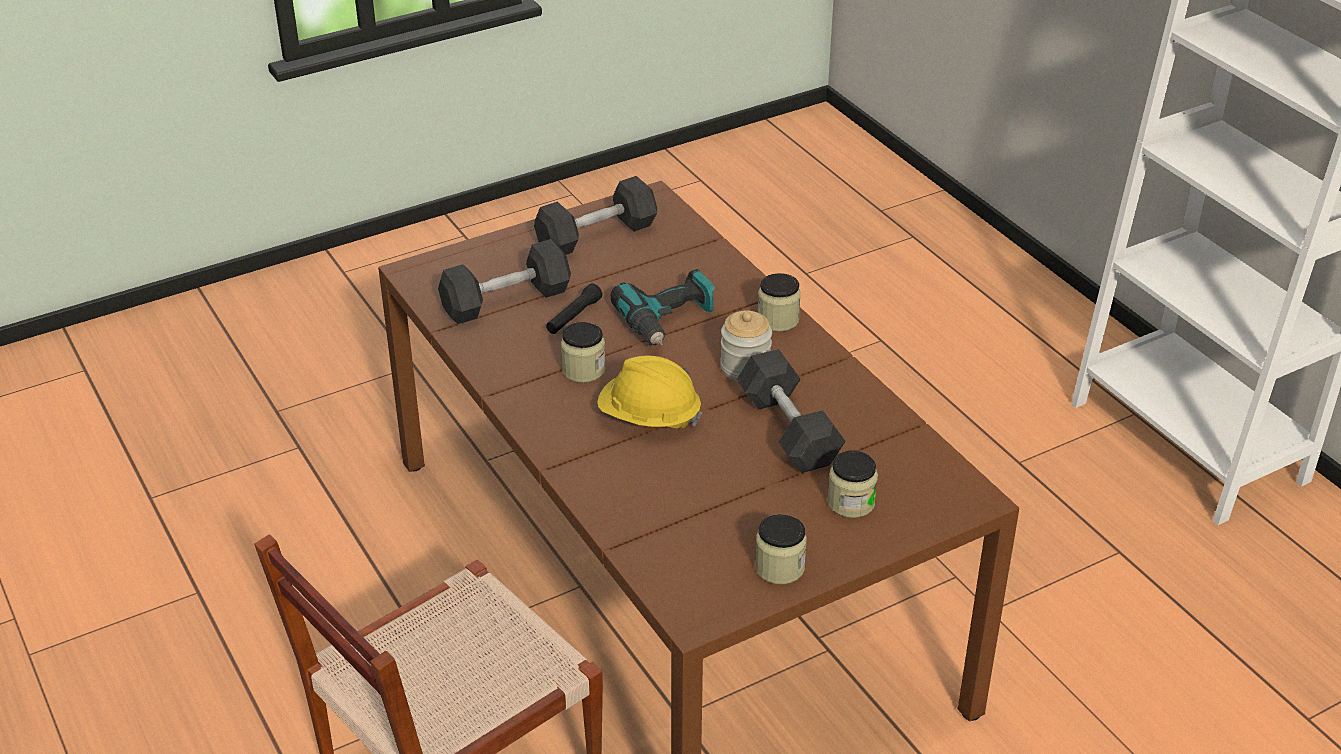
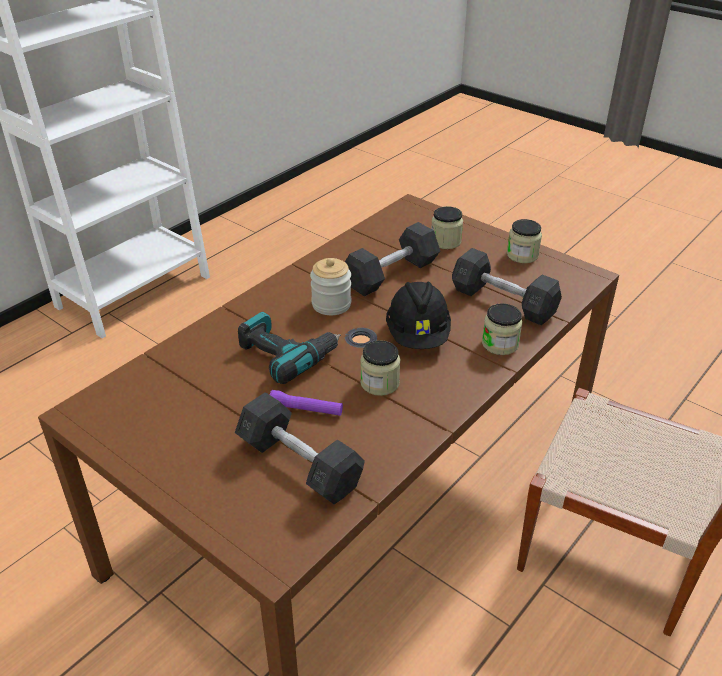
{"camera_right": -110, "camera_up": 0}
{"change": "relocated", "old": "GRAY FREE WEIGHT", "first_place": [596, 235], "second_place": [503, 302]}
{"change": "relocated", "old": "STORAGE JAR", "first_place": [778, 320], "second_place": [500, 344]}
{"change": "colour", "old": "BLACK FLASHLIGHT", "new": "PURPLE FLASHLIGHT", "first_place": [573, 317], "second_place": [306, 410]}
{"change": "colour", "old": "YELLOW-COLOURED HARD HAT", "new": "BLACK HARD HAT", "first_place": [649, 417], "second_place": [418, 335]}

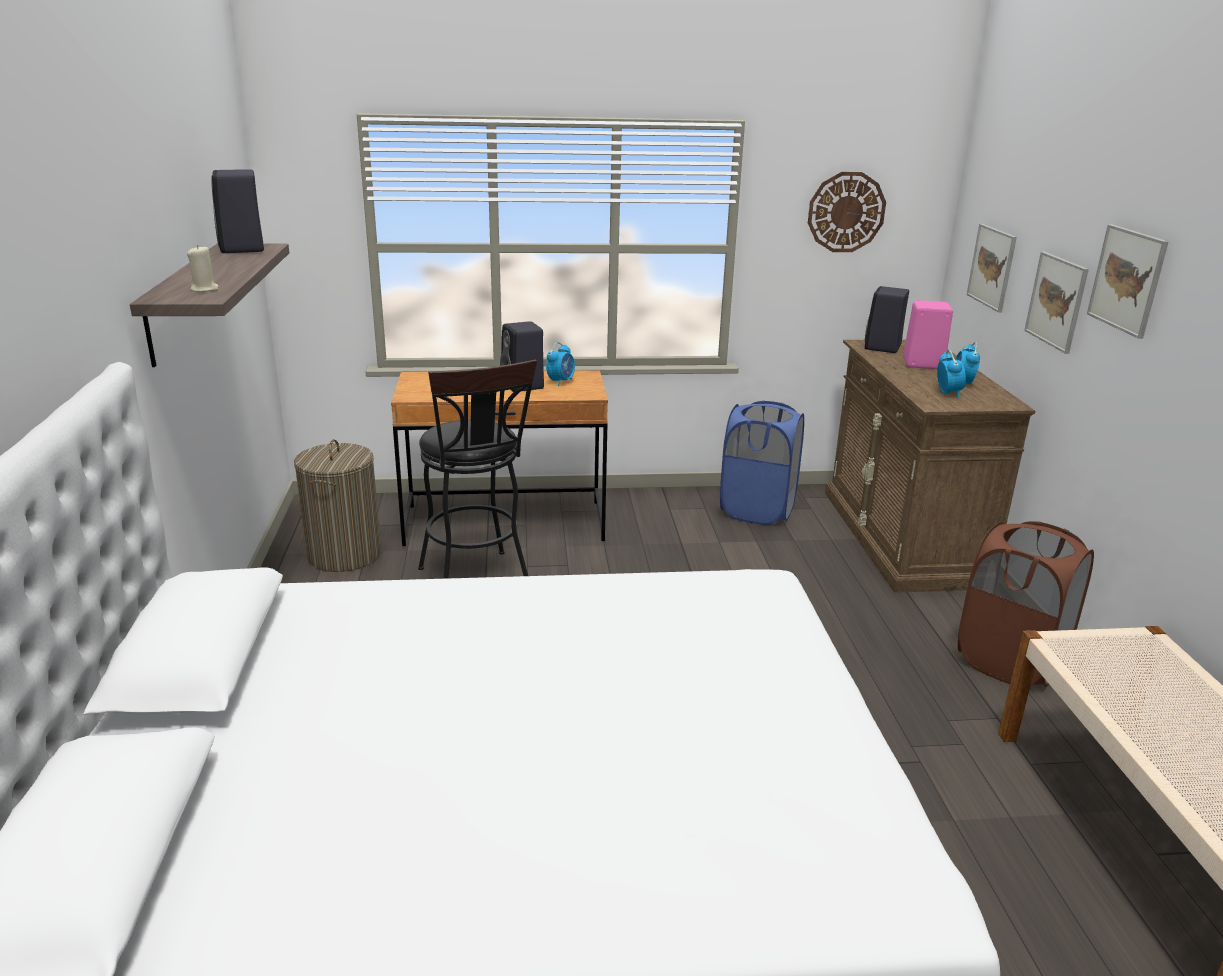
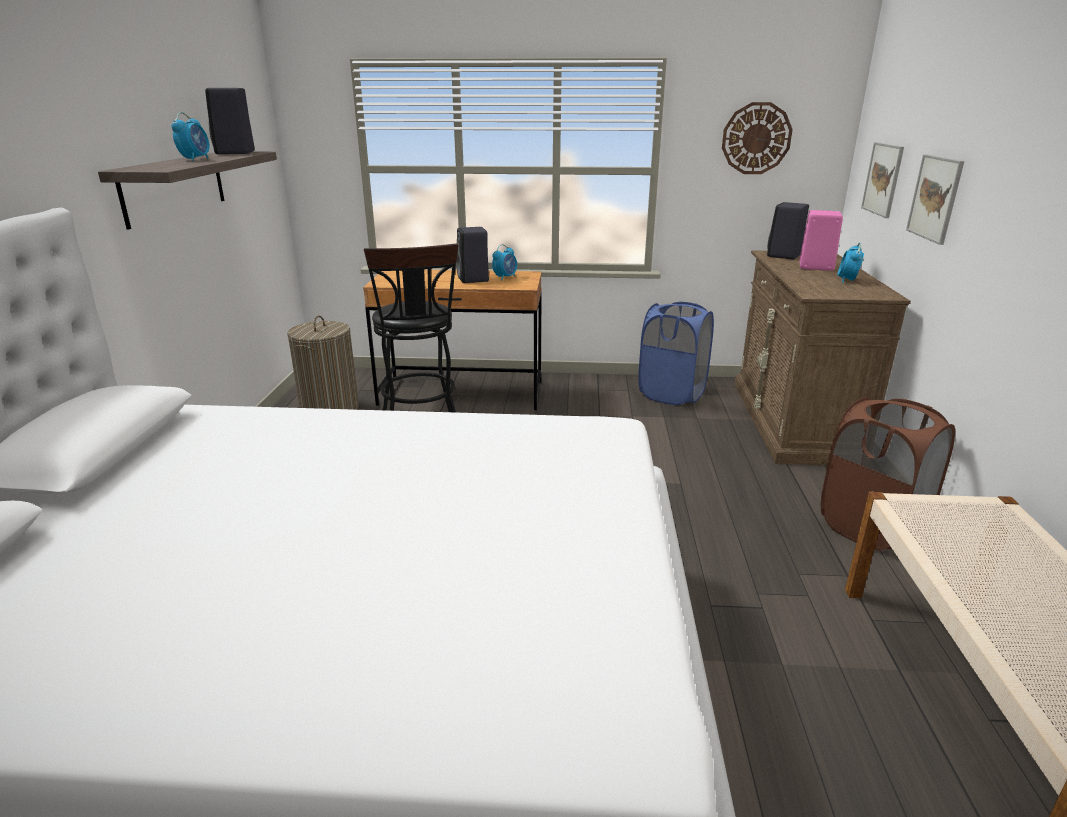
{"camera_right": 10, "camera_up": 0}
{"change": "missing", "old": "BEIGE-COLOURED WAX LIGHT", "first_place": [205, 289]}
{"change": "missing", "old": "WALL ART", "first_place": [1127, 280]}
{"change": "relocated", "old": "BEDSIDE CLOCK", "first_place": [948, 393], "second_place": [195, 159]}

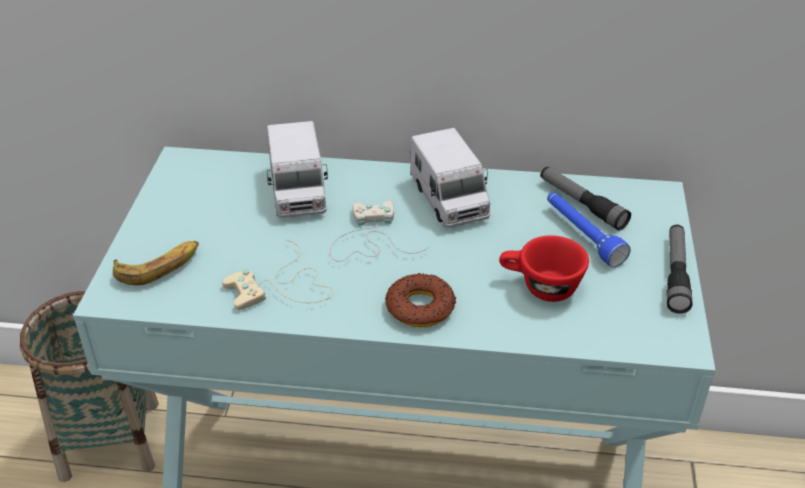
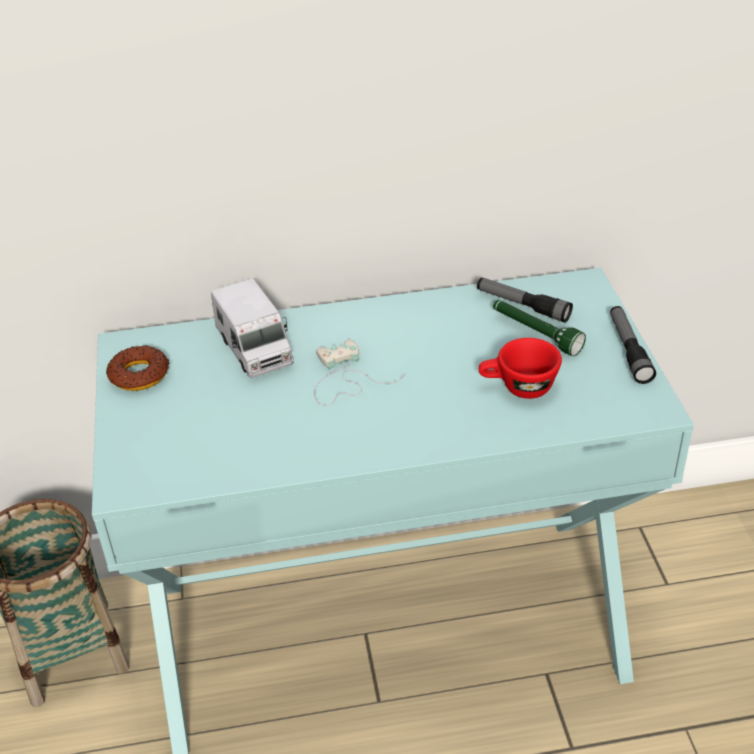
{"camera_right": -15, "camera_up": 0}
{"change": "missing", "old": "BANANA FRUIT", "first_place": [159, 266]}
{"change": "missing", "old": "BEIGE-COLOURED GAMEPAD", "first_place": [282, 286]}
{"change": "missing", "old": "MODEL TRUCK", "first_place": [449, 199]}
{"change": "relocated", "old": "DONUT", "first_place": [420, 307], "second_place": [139, 374]}
{"change": "colour", "old": "BLUE-COLOURED FLASHLIGHT", "new": "GREEN FLASHLIGHT", "first_place": [582, 235], "second_place": [535, 334]}

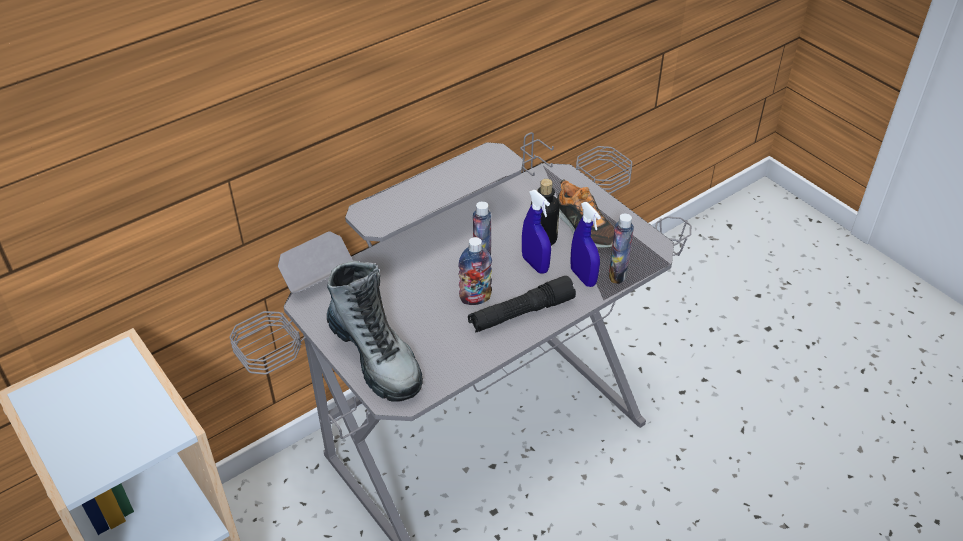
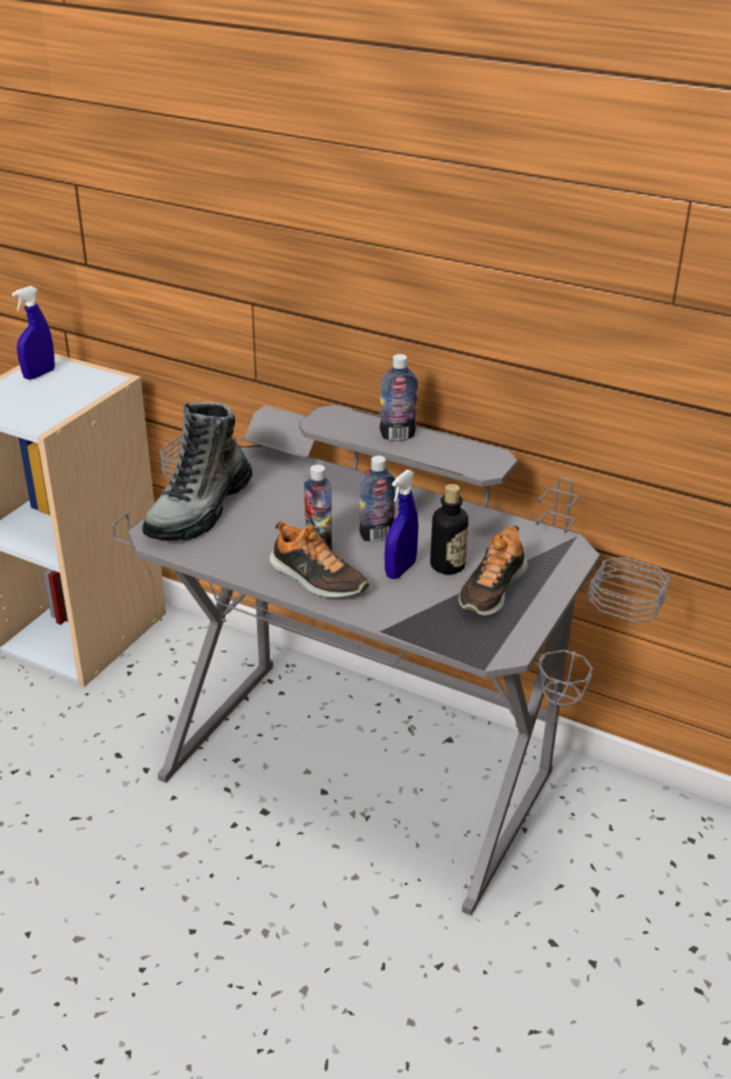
{"camera_right": 65, "camera_up": -10}
{"change": "relocated", "old": "BLUE-COLOURED SPRAY BOTTLE", "first_place": [583, 277], "second_place": [39, 374]}
{"change": "relocated", "old": "BEVERAGE BOTTLE", "first_place": [617, 274], "second_place": [397, 436]}
{"change": "exchanged", "old": "BLACK FLASHLIGHT", "new": "SHOE", "first_place": [521, 313], "second_place": [316, 579]}

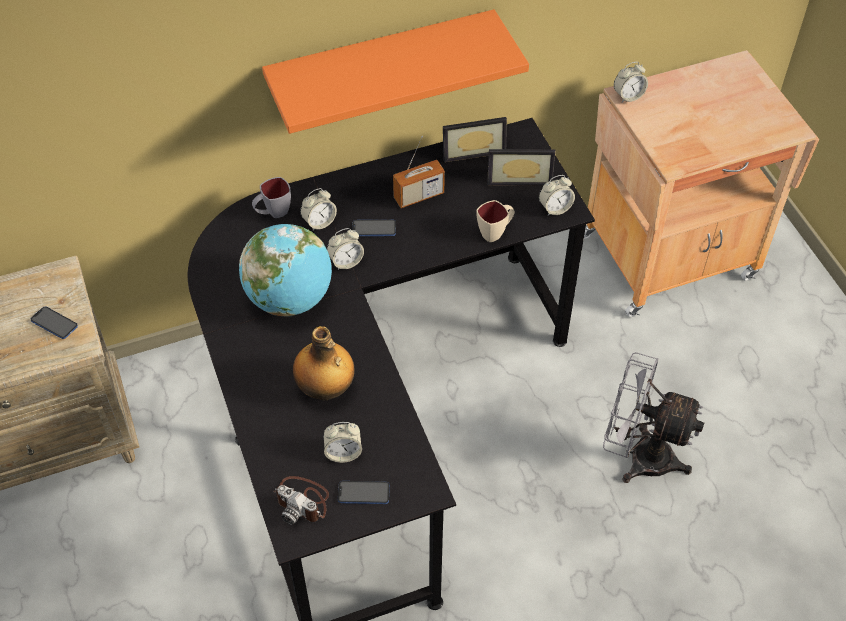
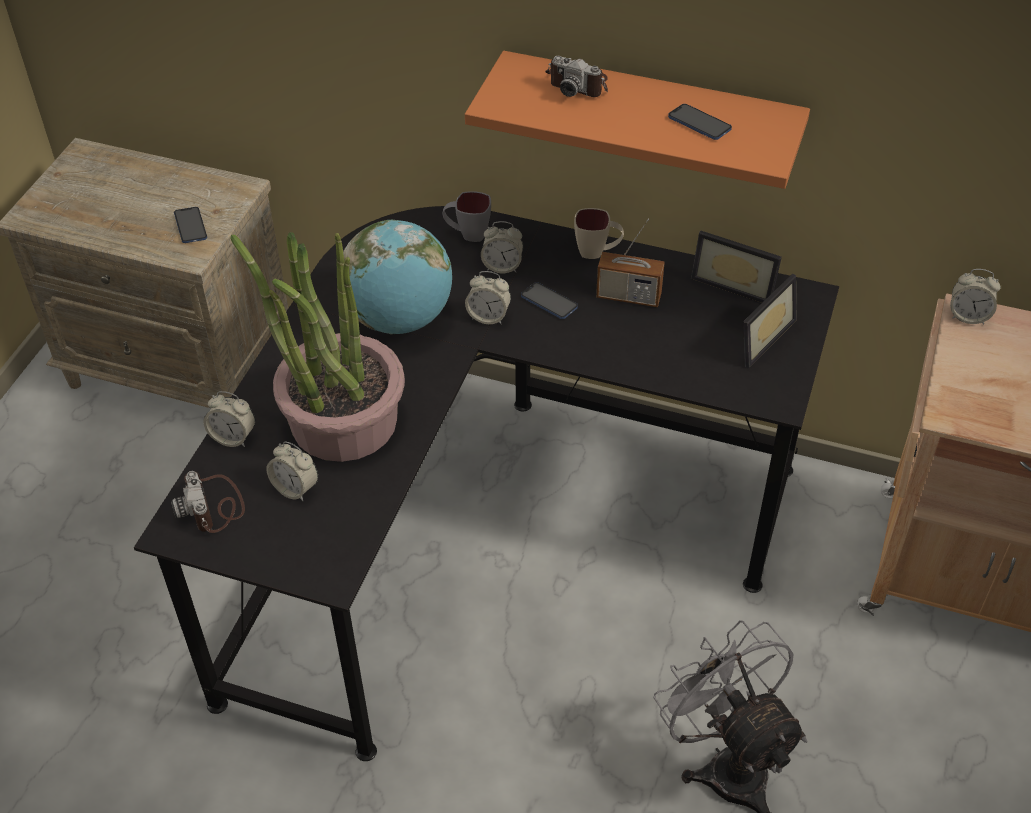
{"camera_right": 40, "camera_up": -5}
{"change": "appeared", "new": "STILL CAMERA", "second_place": [578, 84]}
{"change": "relocated", "old": "HANDSET", "first_place": [363, 493], "second_place": [699, 123]}
{"change": "relocated", "old": "BEIGE-COLOURED MUG", "first_place": [495, 232], "second_place": [597, 252]}
{"change": "relocated", "old": "BEDSIDE CLOCK", "first_place": [555, 208], "second_place": [233, 437]}
{"change": "exchanged", "old": "BEVERAGE BOTTLE", "new": "PLANT IN A POT", "first_place": [325, 389], "second_place": [342, 420]}
{"change": "spun", "old": "STANDING FRAME", "first_place": [519, 177], "second_place": [758, 337], "degrees": -90}

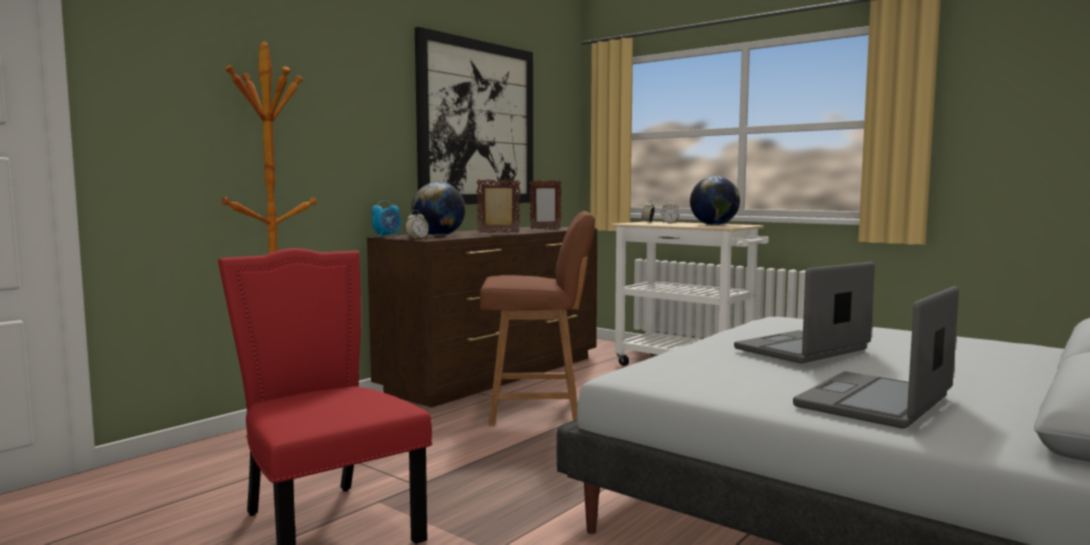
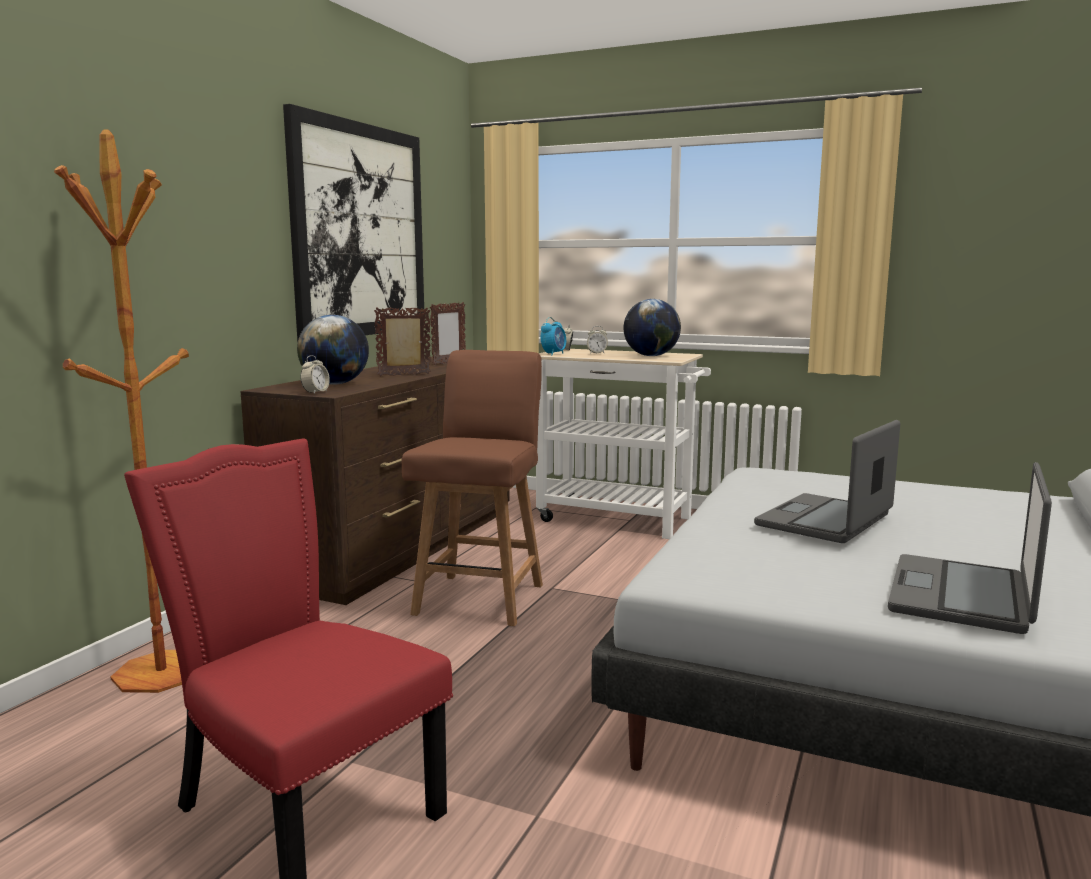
{"camera_right": -15, "camera_up": 5}
{"change": "relocated", "old": "BEDSIDE CLOCK", "first_place": [387, 236], "second_place": [553, 354]}
{"change": "spun", "old": "BROWNISH PLAIN CHAIR", "first_place": [537, 411], "second_place": [481, 598], "degrees": -60}

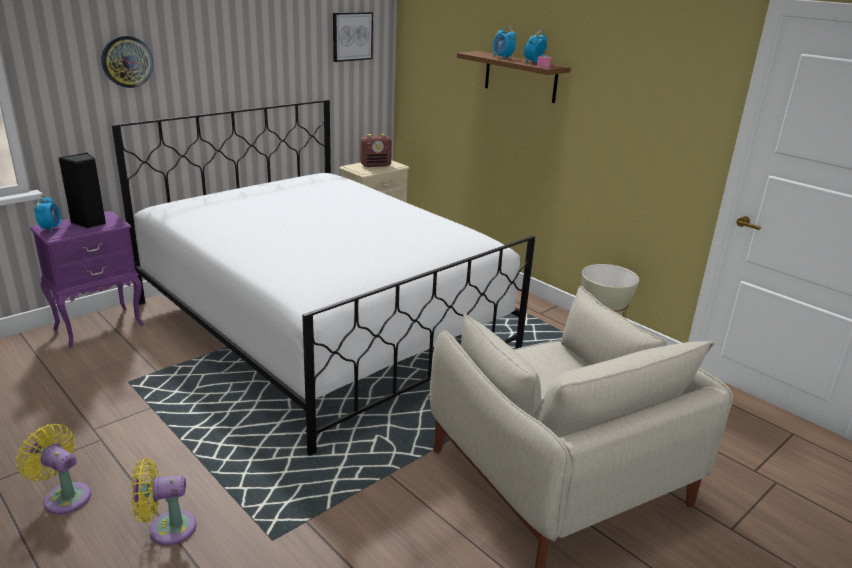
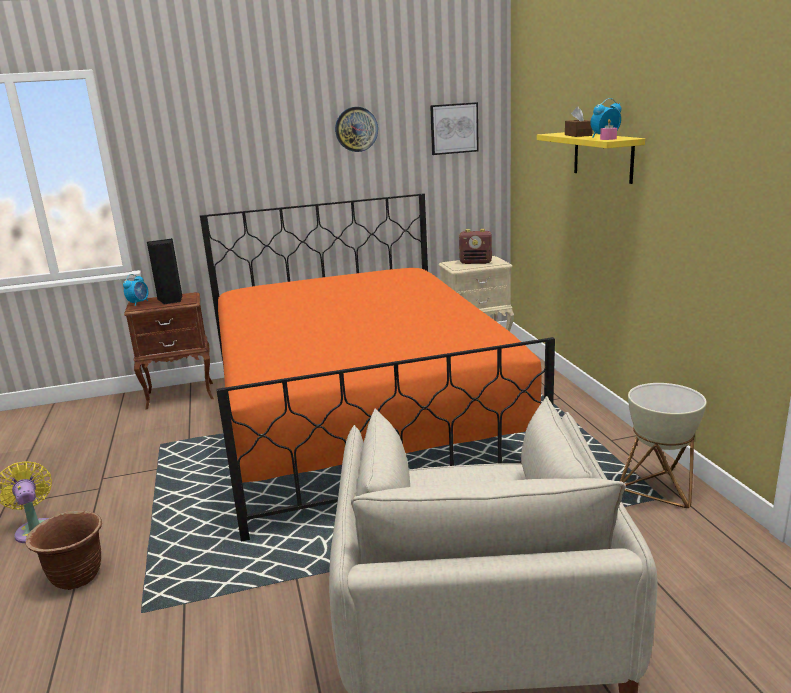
{"camera_right": 30, "camera_up": -5}
{"change": "relocated", "old": "CLOCK ON THE WALL", "first_place": [127, 61], "second_place": [356, 129]}
{"change": "exchanged", "old": "YELLOW-COLOURED COOLING FAN", "new": "BROWNISH PLANT POT", "first_place": [167, 528], "second_place": [76, 576]}
{"change": "exchanged", "old": "BEDSIDE CLOCK", "new": "BROWNISH TISSUE BOX", "first_place": [502, 58], "second_place": [578, 135]}
{"change": "colour", "old": "PURPLE BEDSIDE TABLE", "new": "BROWNISH BEDSIDE TABLE", "first_place": [99, 327], "second_place": [180, 395]}
{"change": "colour", "old": "WHITE-COLOURED SLEEPING BED", "new": "ORANGE-COLOURED SLEEPING BED", "first_place": [322, 326], "second_place": [360, 420]}
{"change": "colour", "old": "BROWNISH WALL SHELF", "new": "YELLOW-COLOURED WALL SHELF", "first_place": [520, 77], "second_place": [602, 156]}

